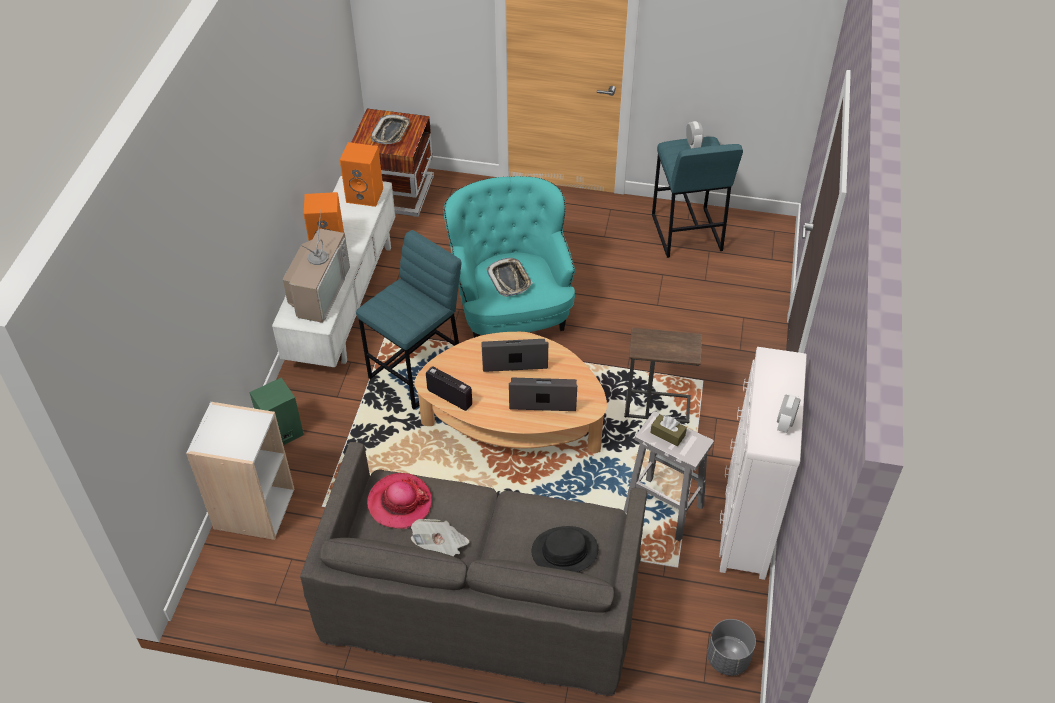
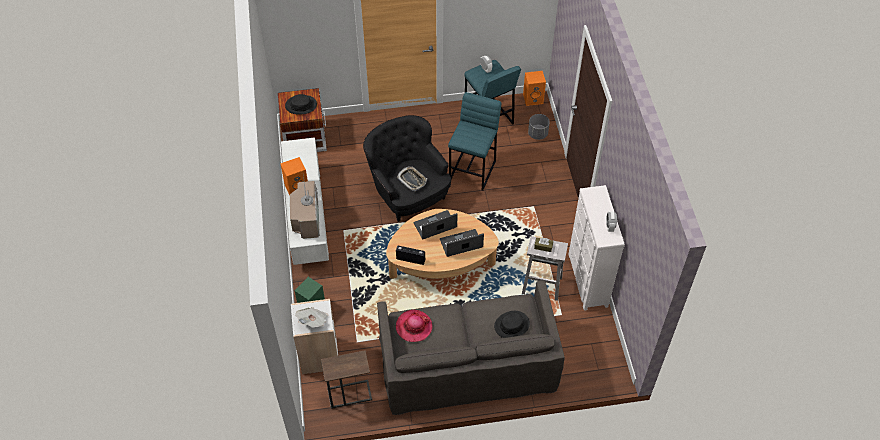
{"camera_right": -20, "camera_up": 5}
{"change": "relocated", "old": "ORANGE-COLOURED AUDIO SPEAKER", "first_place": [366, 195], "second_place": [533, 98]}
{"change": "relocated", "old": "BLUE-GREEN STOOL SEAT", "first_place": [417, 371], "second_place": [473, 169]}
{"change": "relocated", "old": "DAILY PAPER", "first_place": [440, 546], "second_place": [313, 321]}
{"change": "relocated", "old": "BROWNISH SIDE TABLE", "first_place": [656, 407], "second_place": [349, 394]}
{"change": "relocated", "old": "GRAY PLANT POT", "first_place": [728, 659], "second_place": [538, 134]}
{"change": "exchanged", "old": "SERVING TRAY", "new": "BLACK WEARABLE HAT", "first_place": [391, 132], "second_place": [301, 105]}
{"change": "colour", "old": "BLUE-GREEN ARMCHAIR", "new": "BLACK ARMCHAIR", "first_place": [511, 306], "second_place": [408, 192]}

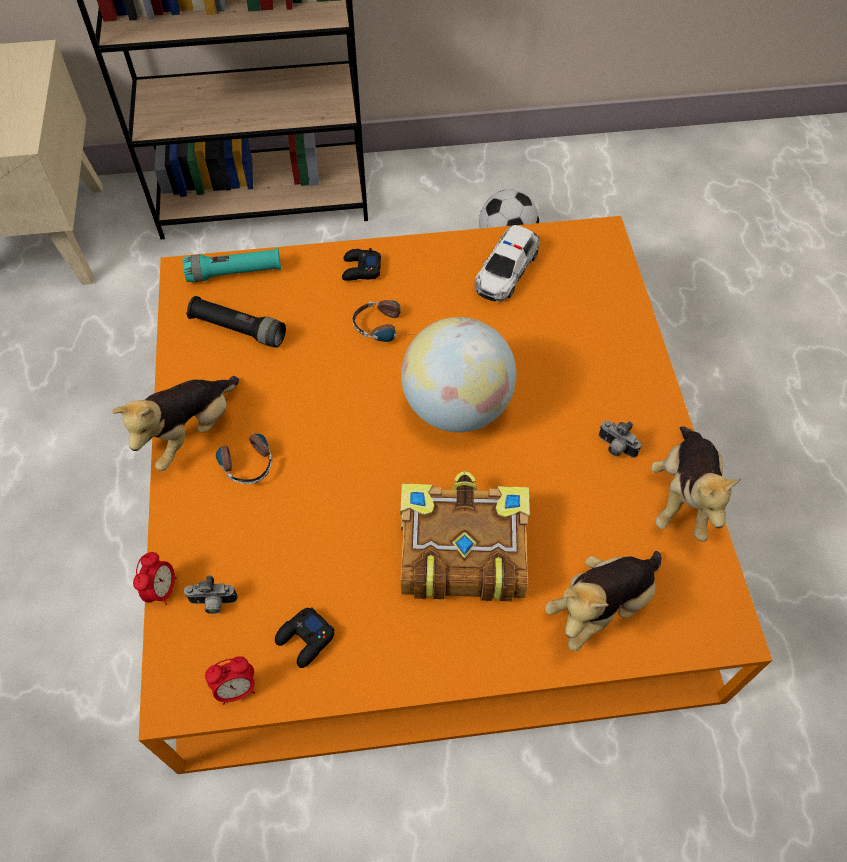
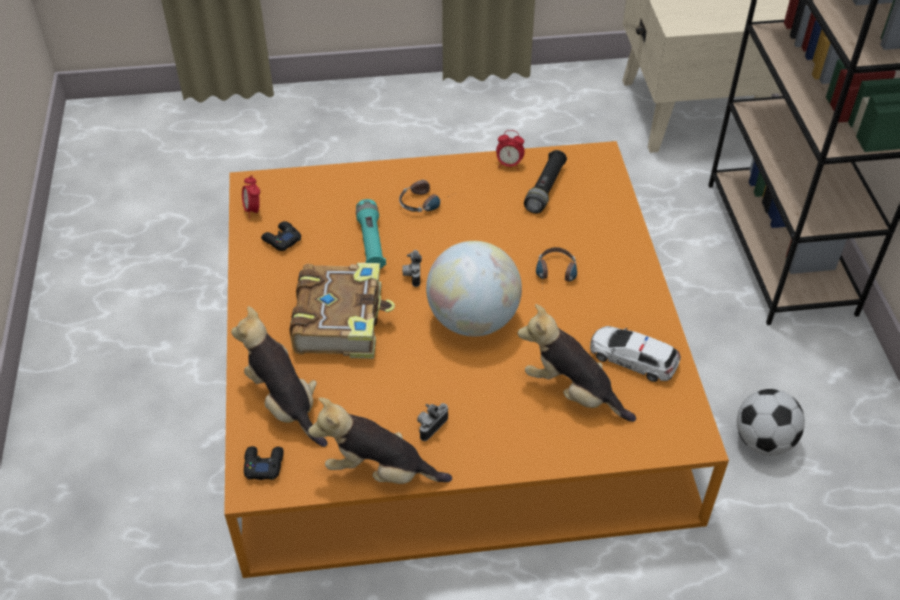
{"camera_right": 90, "camera_up": -10}
{"change": "relocated", "old": "SOFT TOY", "first_place": [190, 432], "second_place": [572, 392]}
{"change": "relocated", "old": "BEDSIDE CLOCK", "first_place": [162, 589], "second_place": [509, 165]}
{"change": "relocated", "old": "BLUE-GREEN FLASHLIGHT", "first_place": [235, 273], "second_place": [371, 242]}
{"change": "relocated", "old": "STILL CAMERA", "first_place": [213, 603], "second_place": [412, 275]}
{"change": "relocated", "old": "BLACK GAMEPAD", "first_place": [361, 269], "second_place": [263, 464]}

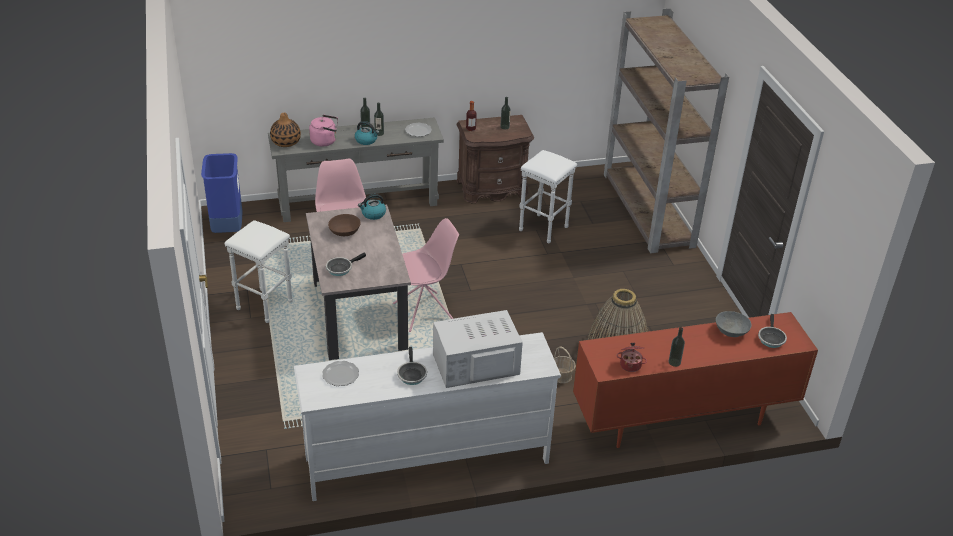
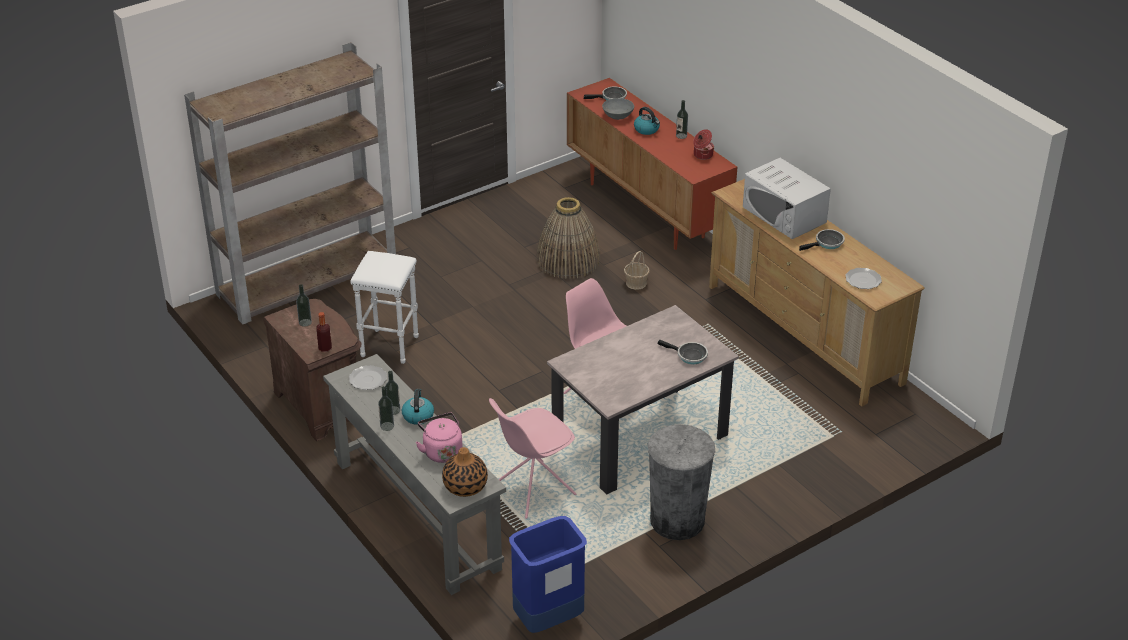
{"camera_right": -110, "camera_up": 0}
{"change": "missing", "old": "BROWNISH DEEP DISH", "first_place": [345, 232]}
{"change": "relocated", "old": "TEA KETTLE", "first_place": [373, 214], "second_place": [647, 129]}
{"change": "exchanged", "old": "WHITE-COLOURED STOOL SEAT", "new": "GRAY RUBBISH BIN", "first_place": [263, 305], "second_place": [677, 520]}
{"change": "colour", "old": "WHITE-COLOURED DRESSER", "new": "BROWNISH DRESSER", "first_place": [427, 459], "second_place": [803, 334]}

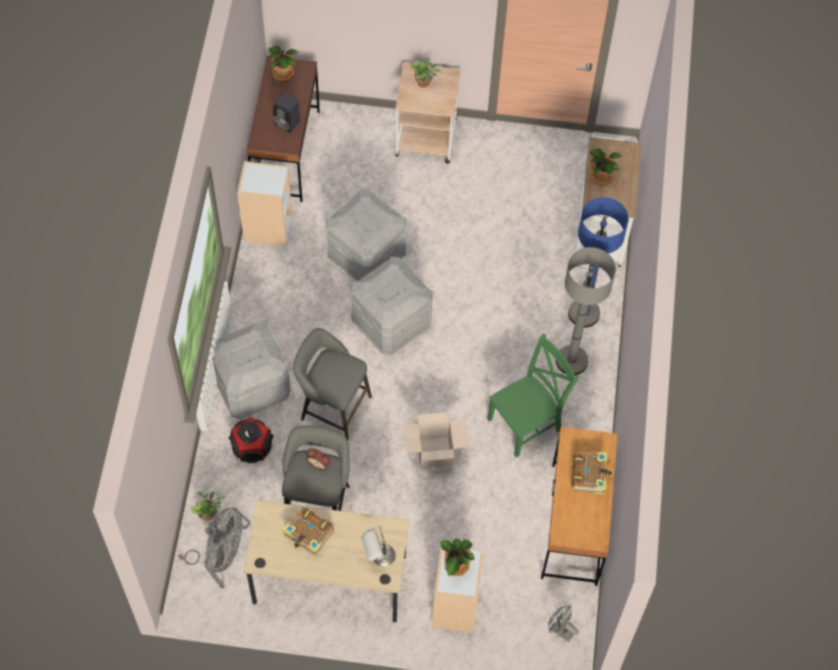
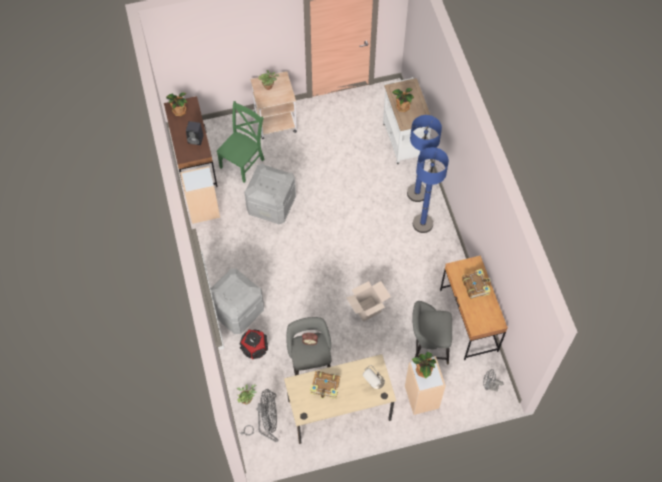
{"camera_right": -20, "camera_up": 0}
{"change": "missing", "old": "GRAY STORAGE CONTAINER", "first_place": [391, 321]}
{"change": "relocated", "old": "GRAY STOOL SEAT", "first_place": [332, 406], "second_place": [428, 346]}
{"change": "relocated", "old": "GREEN PLAIN CHAIR", "first_place": [527, 423], "second_place": [243, 162]}
{"change": "colour", "old": "GRAY STANDARD LAMP", "new": "BLUE-COLOURED STANDARD LAMP", "first_place": [571, 361], "second_place": [422, 224]}

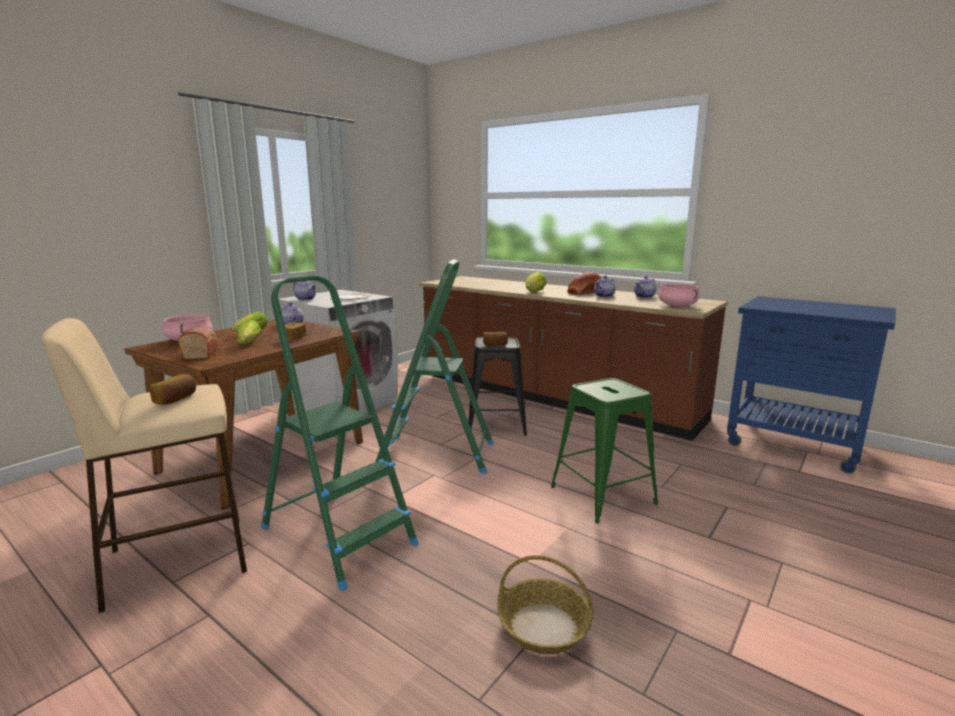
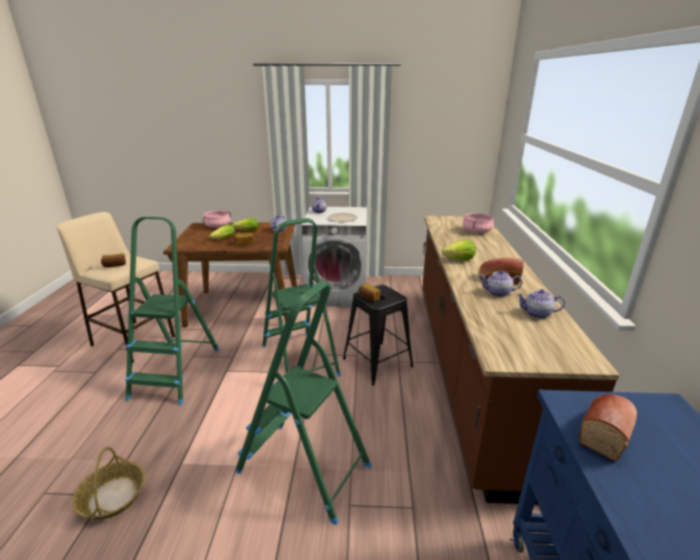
{"camera_right": 55, "camera_up": 10}
{"change": "relocated", "old": "BAKED BREAD", "first_place": [202, 352], "second_place": [606, 432]}
{"change": "relocated", "old": "PINK SAUCEPOT", "first_place": [678, 306], "second_place": [477, 231]}
{"change": "exchanged", "old": "GREEN STOOL SEAT", "new": "GREEN STEPLADDER", "first_place": [602, 495], "second_place": [302, 467]}

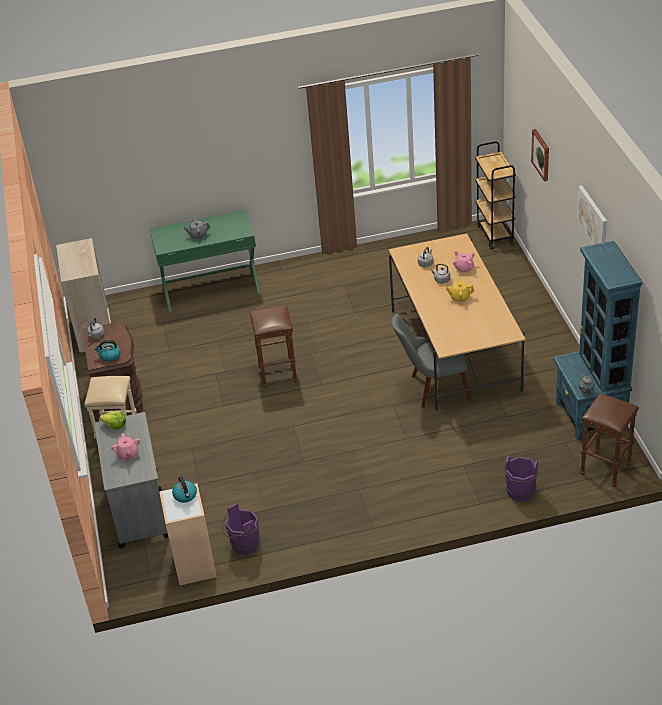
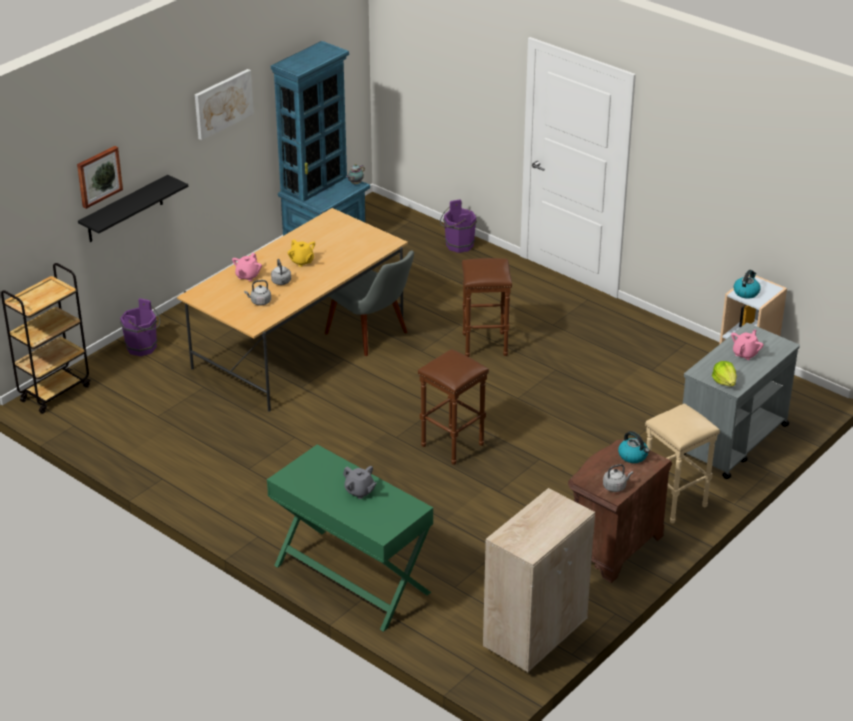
{"camera_right": -130, "camera_up": -5}
{"change": "appeared", "new": "BLACK WALL SHELF", "second_place": [125, 209]}
{"change": "relocated", "old": "PURPLE PAIL", "first_place": [243, 545], "second_place": [144, 348]}
{"change": "relocated", "old": "BROWNISH STOOL SEAT", "first_place": [604, 468], "second_place": [484, 345]}

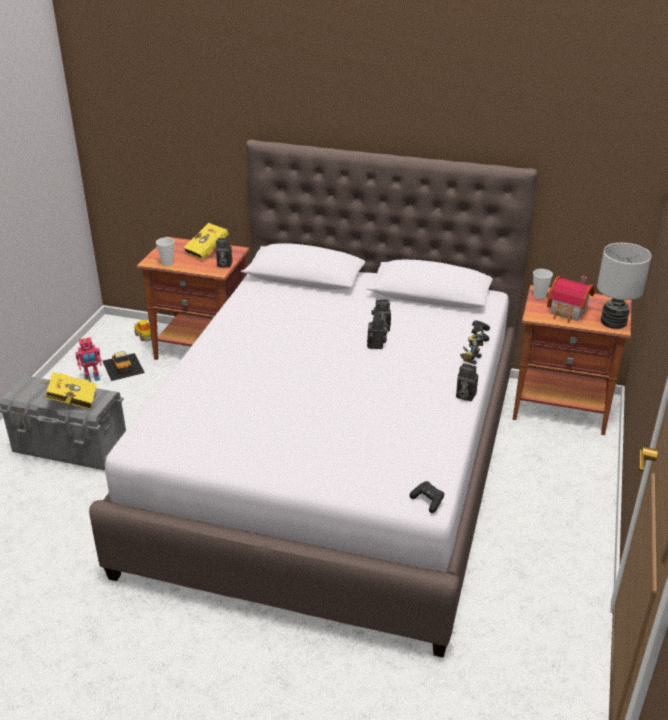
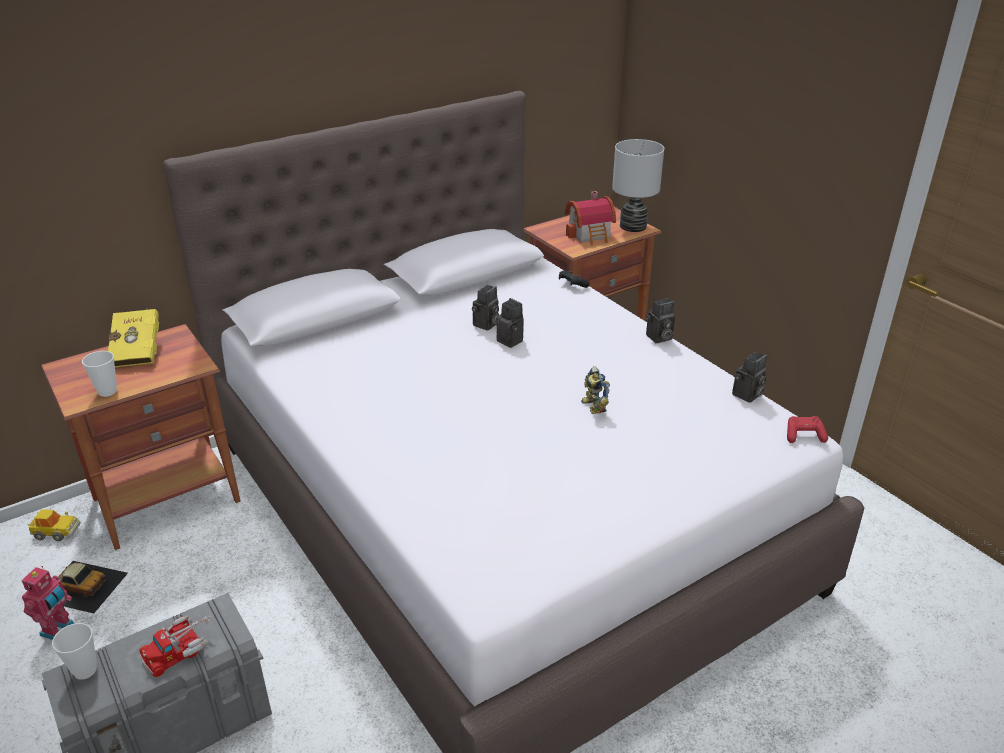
{"camera_right": -50, "camera_up": 0}
{"change": "relocated", "old": "STILL CAMERA", "first_place": [223, 264], "second_place": [747, 396]}
{"change": "relocated", "old": "TOY ROBOT", "first_place": [471, 358], "second_place": [592, 407]}
{"change": "relocated", "old": "SMALL CUP", "first_place": [539, 296], "second_place": [85, 670]}
{"change": "exchanged", "old": "YELLOW-COLOURED VOLUME", "new": "MODEL TRUCK", "first_place": [71, 400], "second_place": [181, 649]}
{"change": "colour", "old": "BLACK GAMEPAD", "new": "RED GAMEPAD", "first_place": [428, 501], "second_place": [804, 436]}

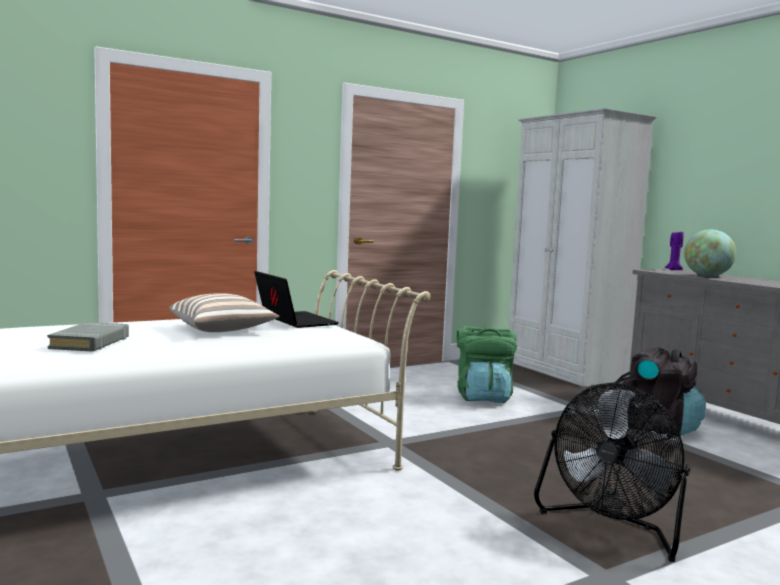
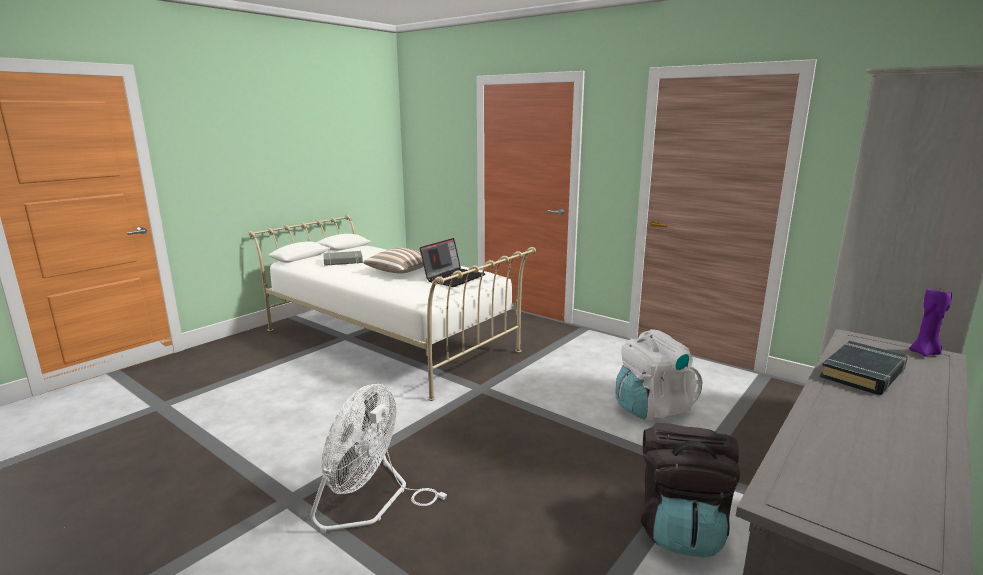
{"camera_right": 70, "camera_up": 10}
{"change": "exchanged", "old": "WORLD GLOBE", "new": "BLACK VOLUME", "first_place": [707, 276], "second_place": [863, 373]}
{"change": "colour", "old": "GREEN BACKPACK", "new": "WHITE-COLOURED BACKPACK", "first_place": [483, 397], "second_place": [652, 408]}
{"change": "colour", "old": "BLACK COOLING FAN", "new": "WHITE-COLOURED COOLING FAN", "first_place": [609, 524], "second_place": [378, 498]}

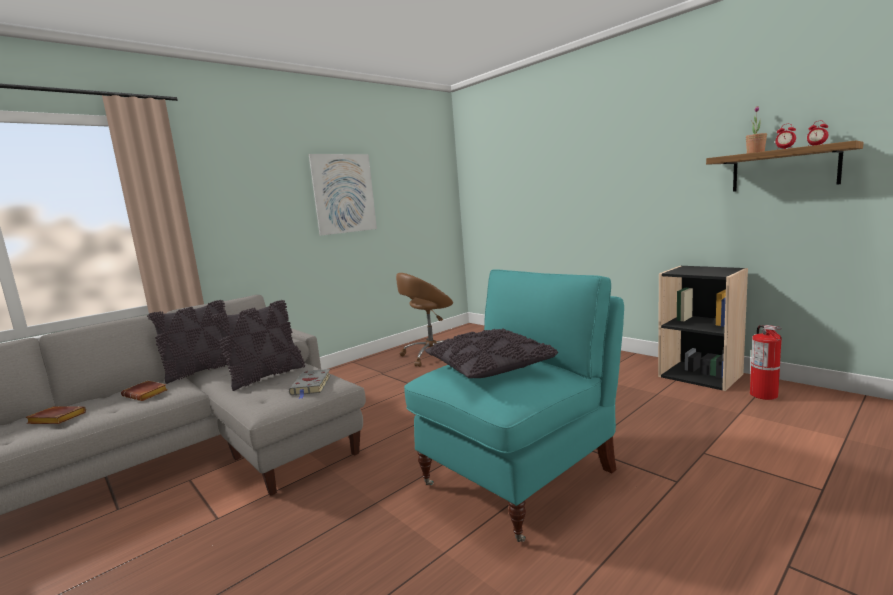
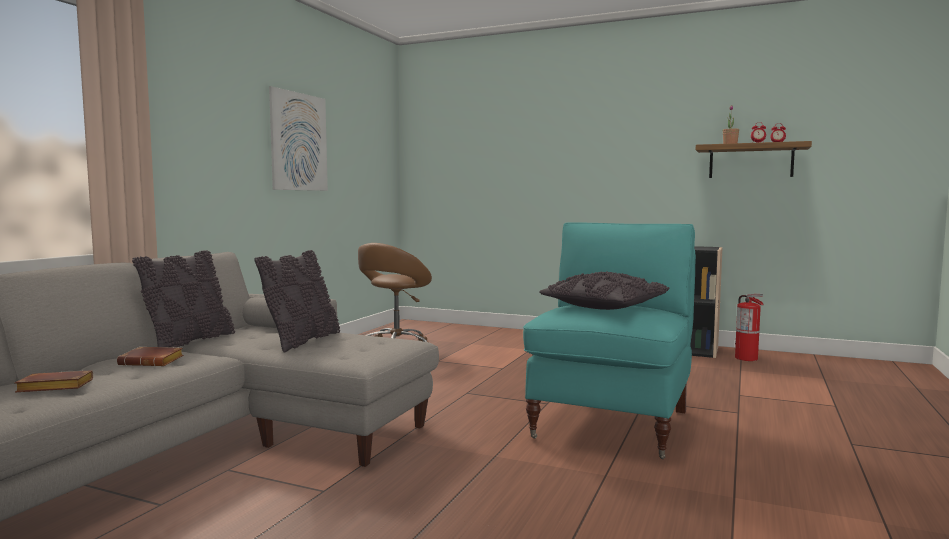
{"camera_right": -25, "camera_up": -5}
{"change": "missing", "old": "GRAY VOLUME", "first_place": [311, 386]}

